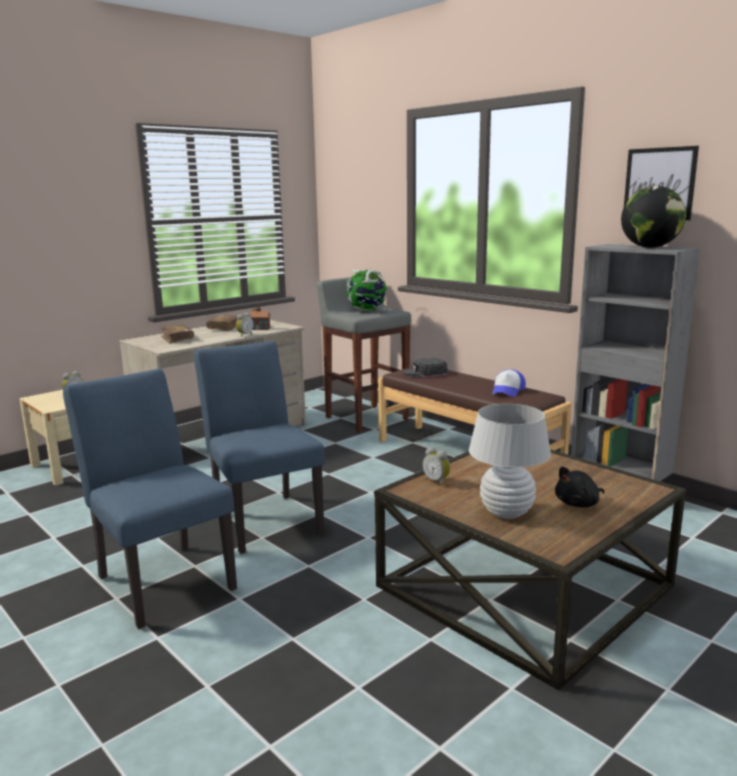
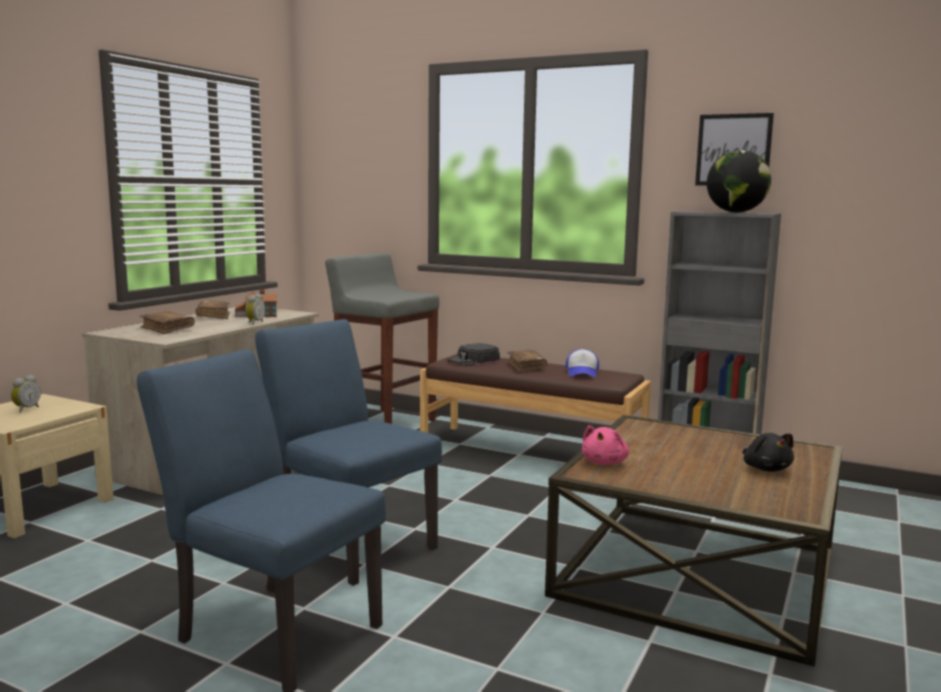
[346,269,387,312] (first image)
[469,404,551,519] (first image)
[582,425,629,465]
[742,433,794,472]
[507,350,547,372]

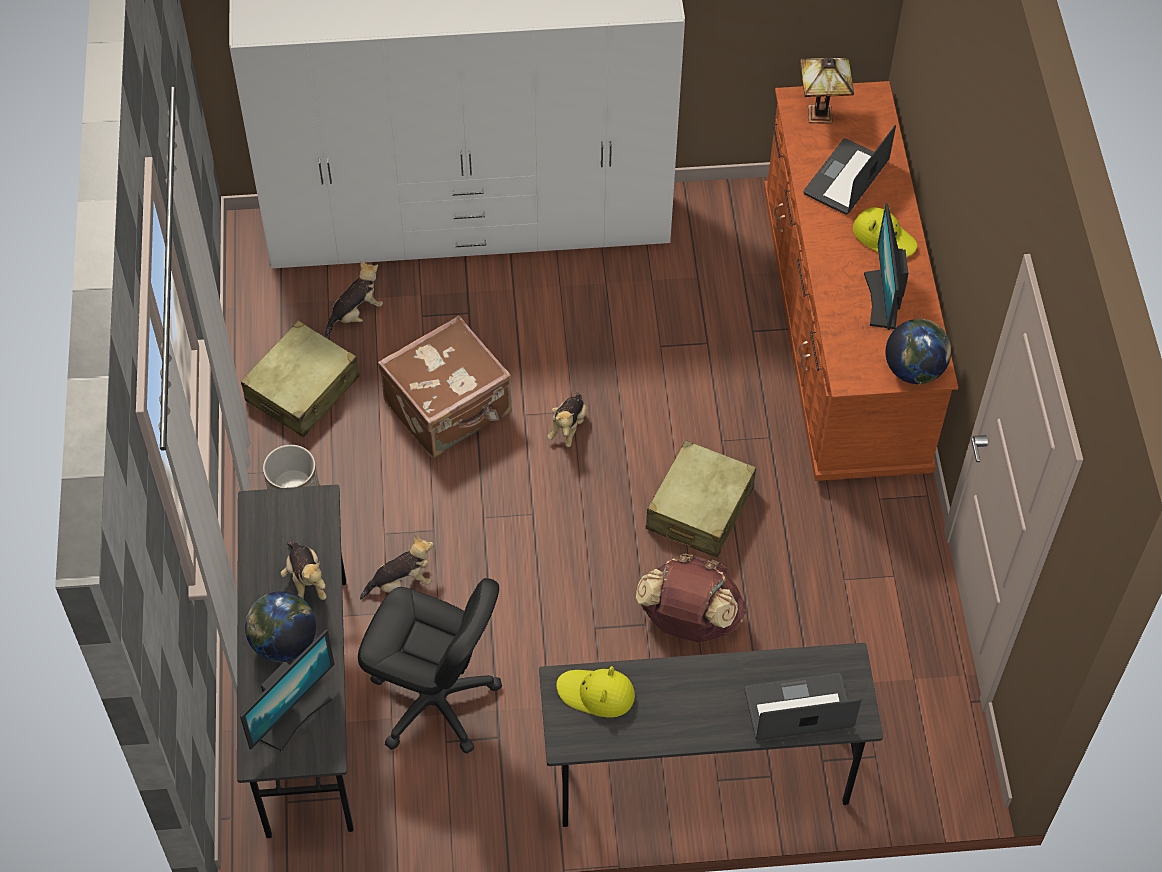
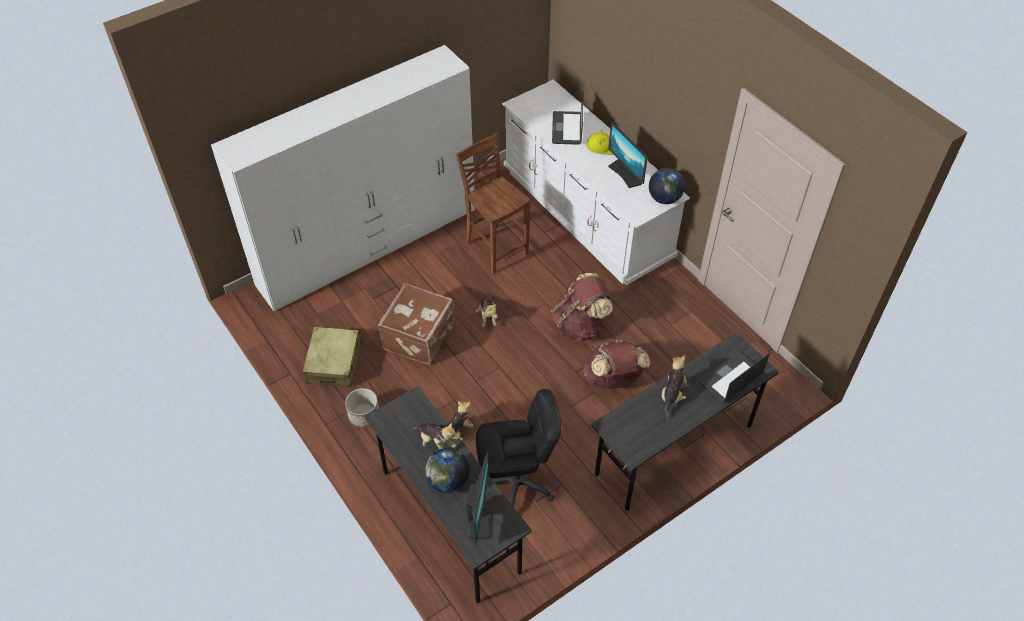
[800,58,854,124] (first image)
[502,80,690,285]
[662,355,687,419]
[551,273,613,342]
[556,666,635,718] (first image)
[456,133,530,274]

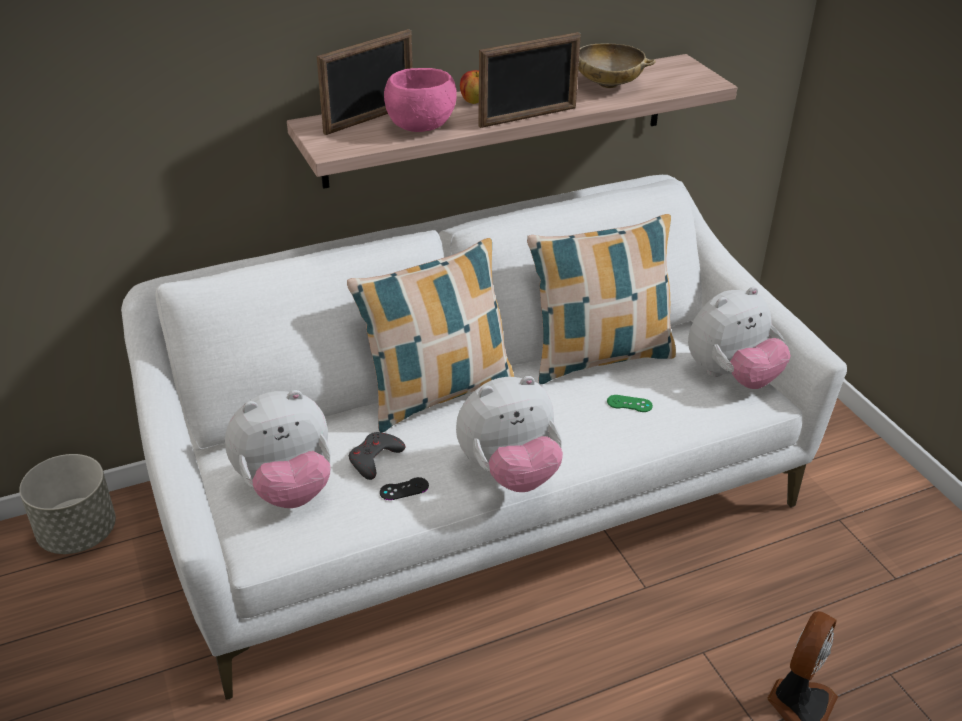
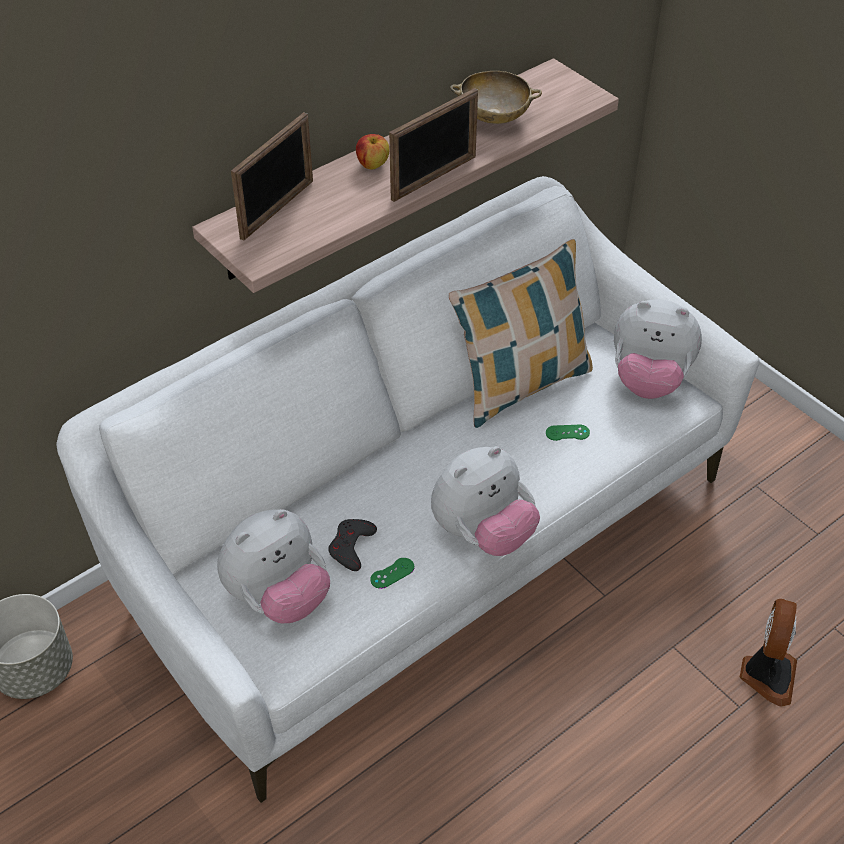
[384,68,457,132] (first image)
[347,238,514,432] (first image)
[614,299,702,399]
[370,558,414,589]

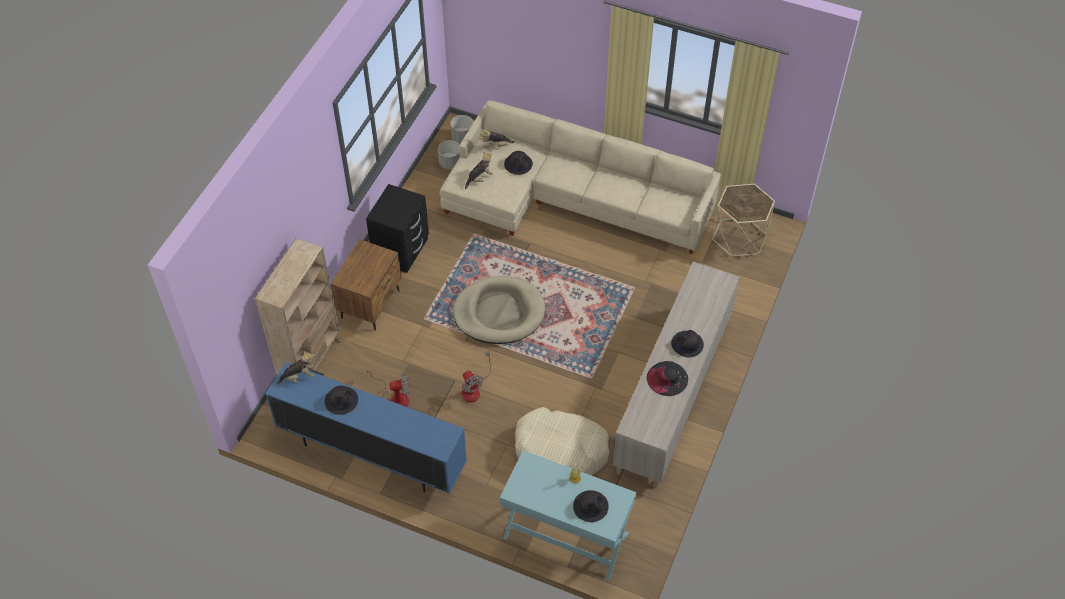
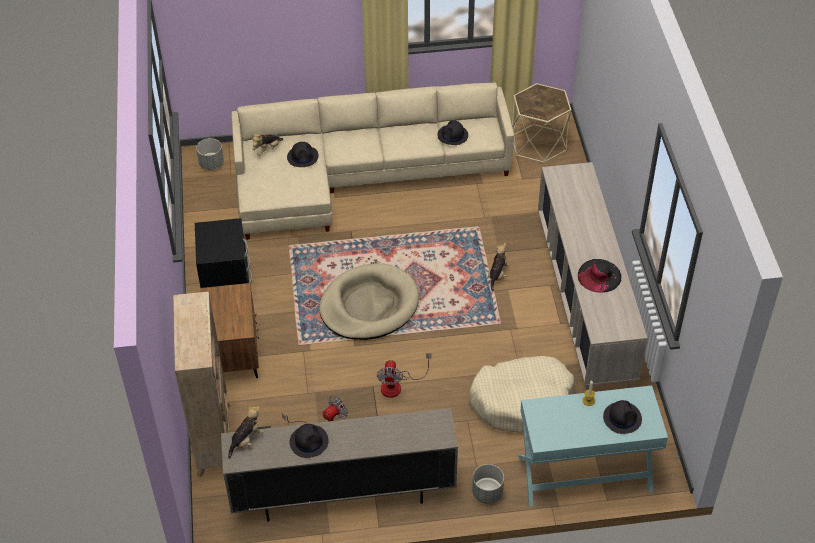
[472,464,504,504]
[488,243,509,291]
[437,120,468,145]
[377,353,431,398]
[221,408,458,522]

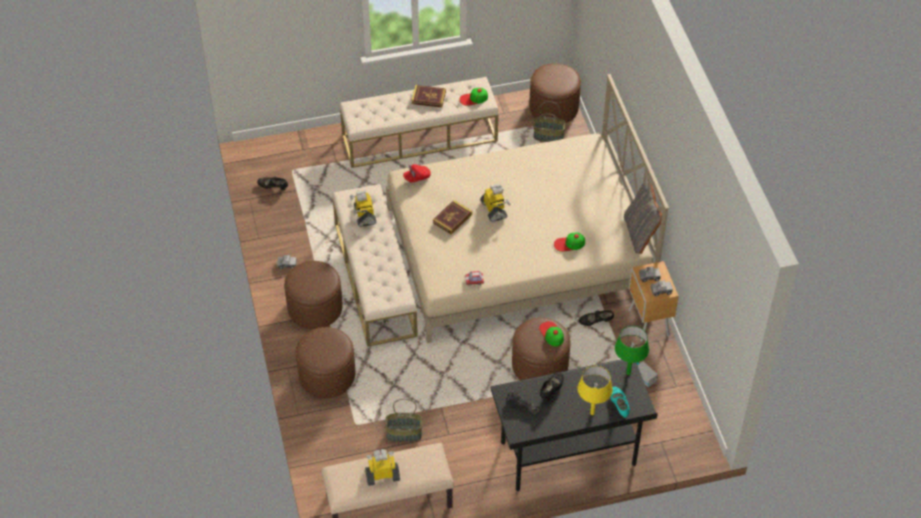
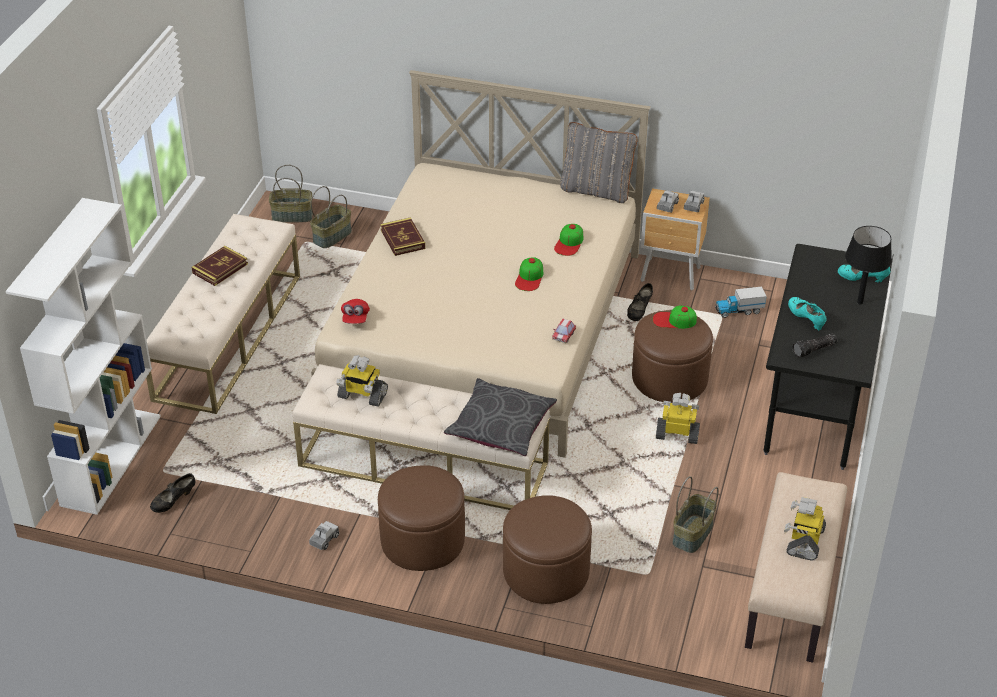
[269,165,313,223]
[515,257,543,291]
[656,393,700,444]
[380,217,425,256]
[615,326,649,375] (first image)
[845,226,892,304]
[788,297,827,330]
[6,198,161,515]
[444,378,557,456]

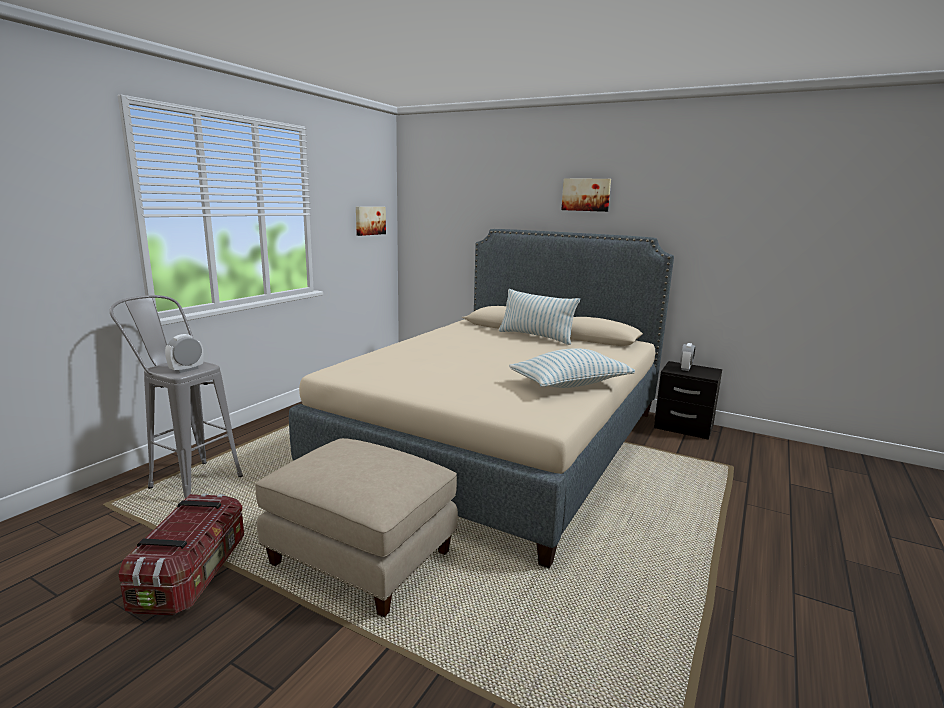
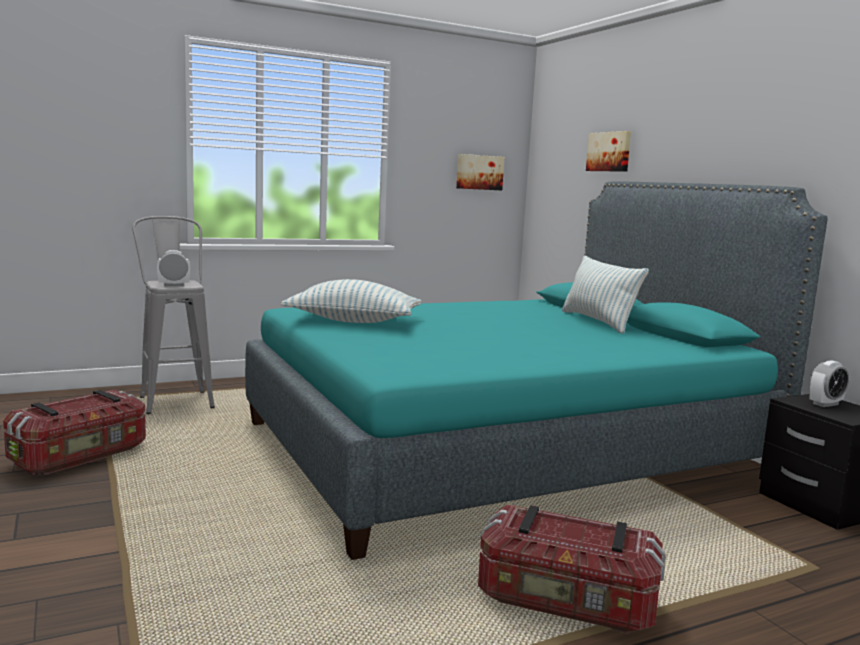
[586,131,631,172]
[245,182,828,560]
[281,279,422,323]
[255,438,458,617] (first image)
[478,504,666,634]

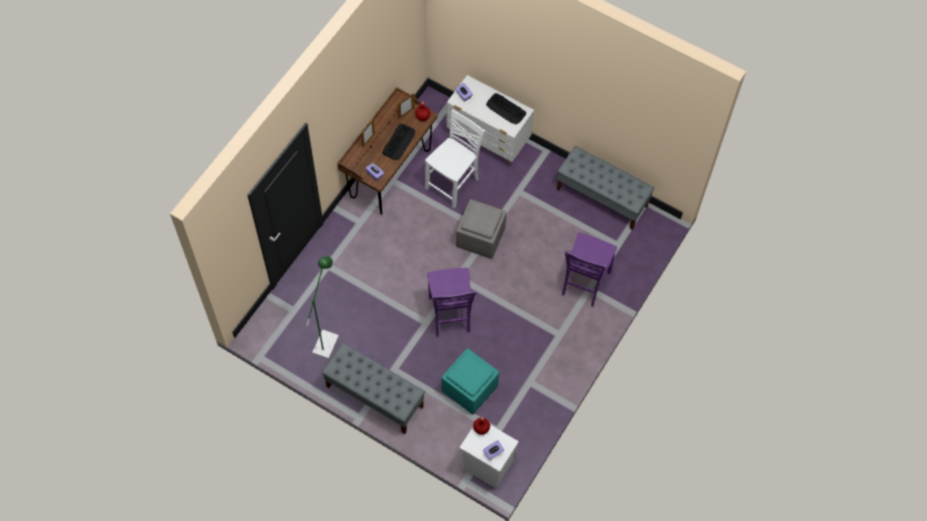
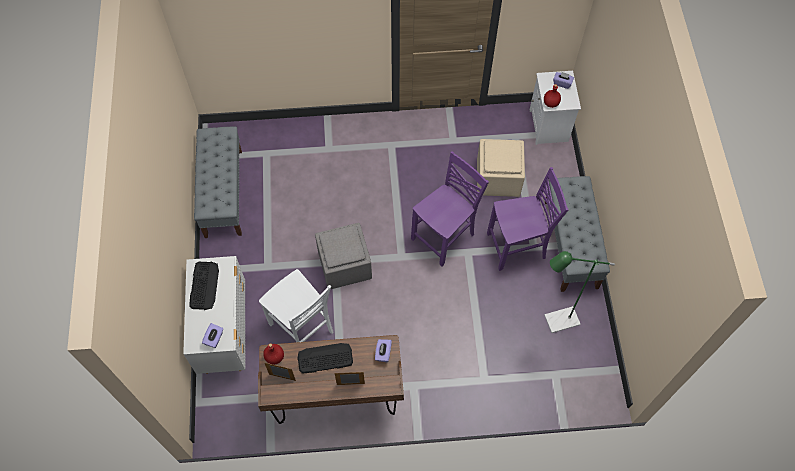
[259,269,333,342]
[487,167,568,271]
[477,139,525,197]

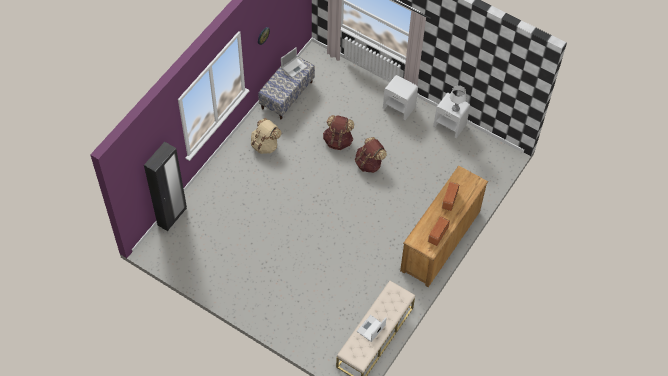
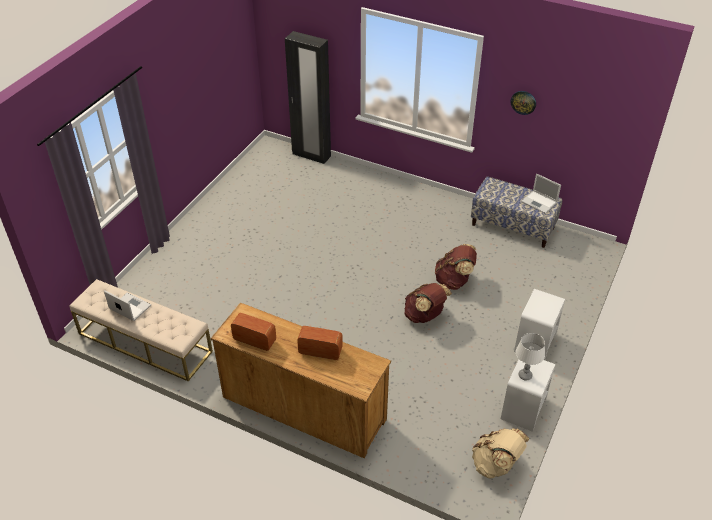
[472,428,530,479]

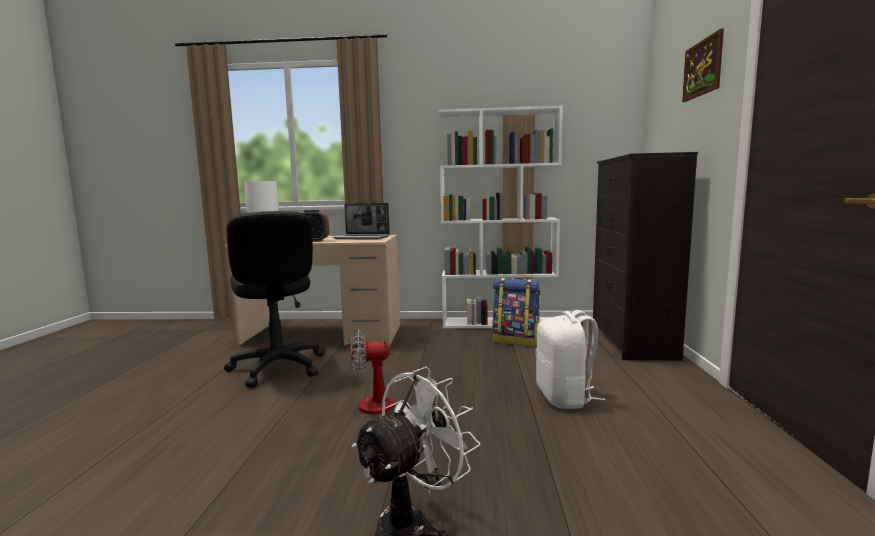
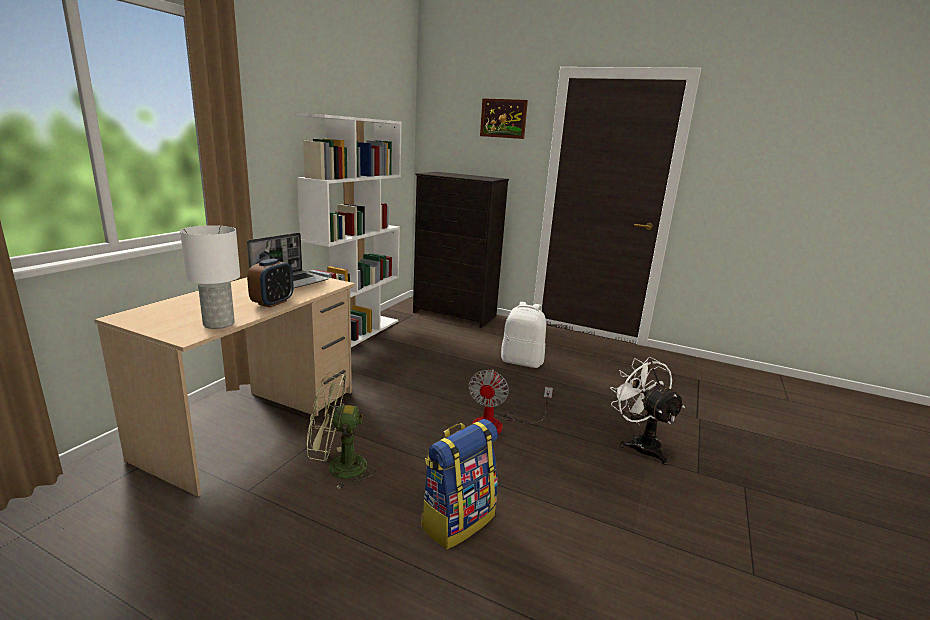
[307,372,377,489]
[421,419,498,549]

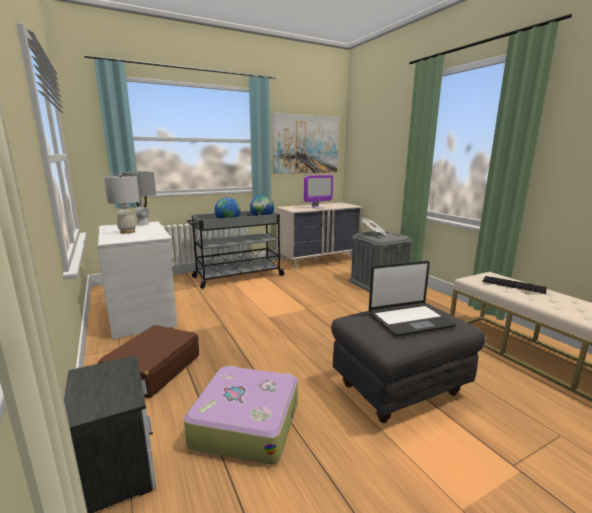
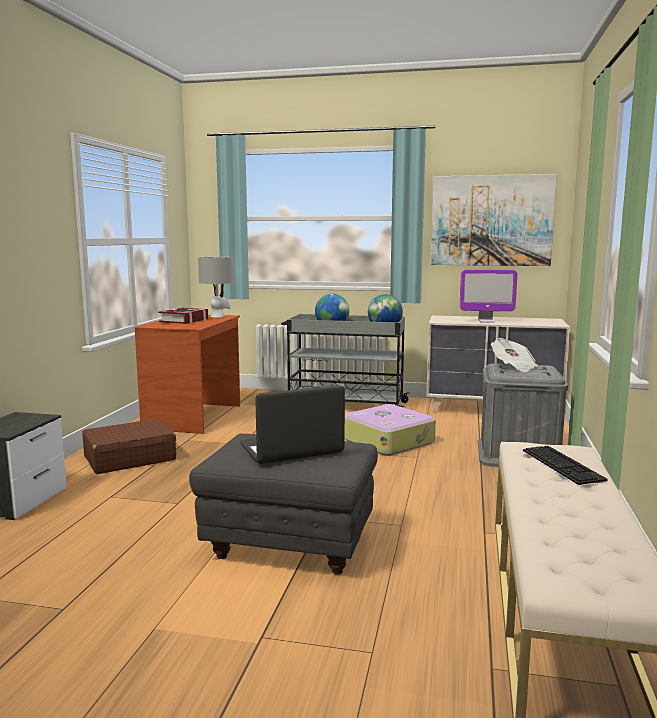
[158,308,208,324]
[135,315,240,434]
[240,385,345,464]
[345,404,436,456]

